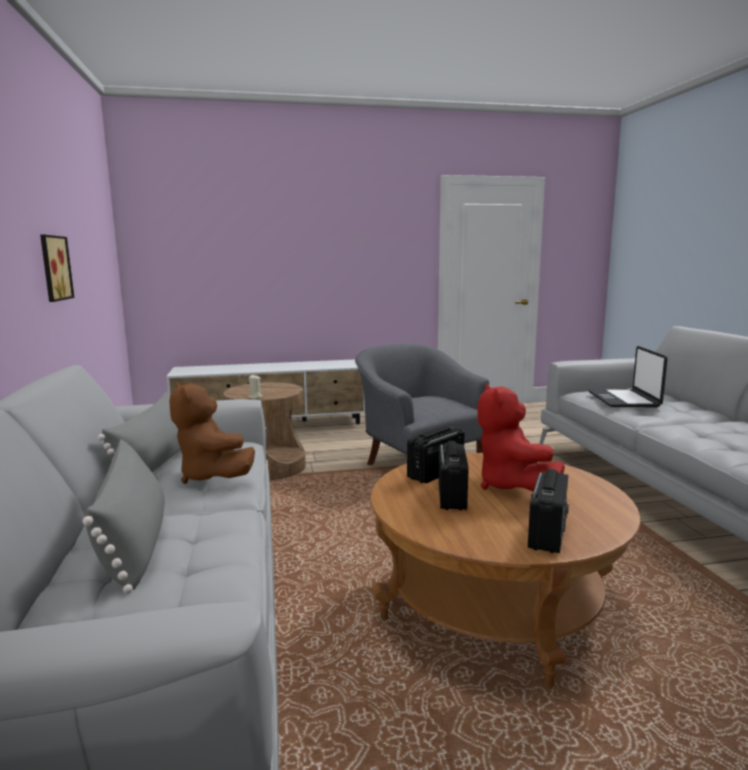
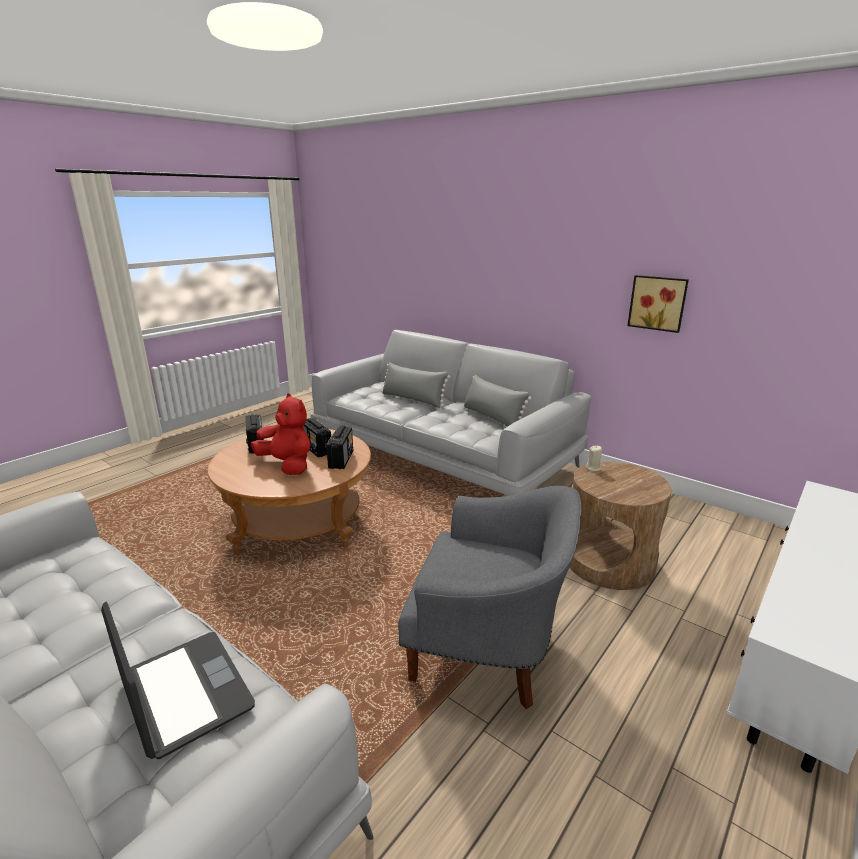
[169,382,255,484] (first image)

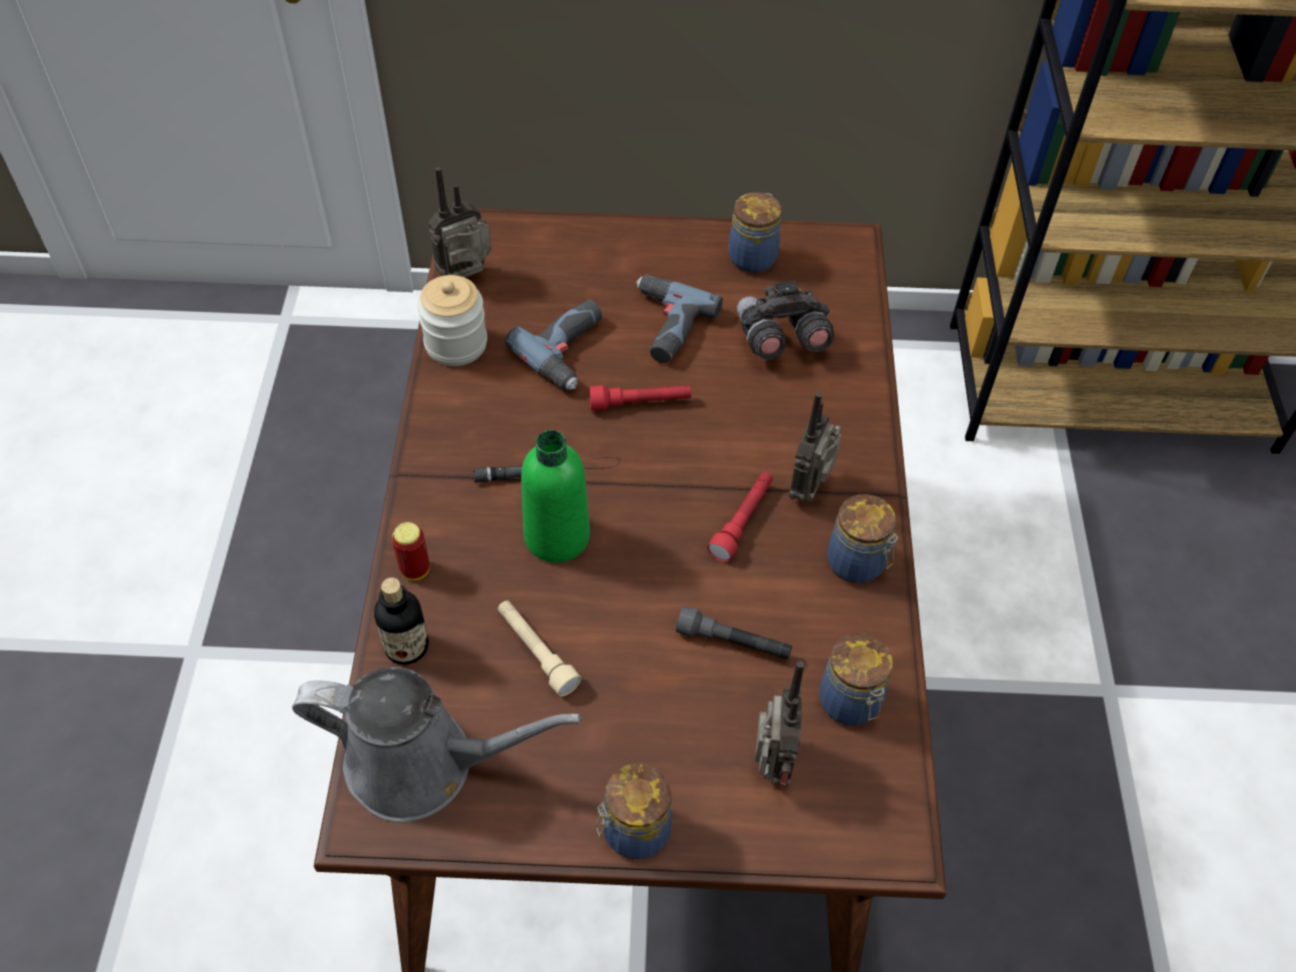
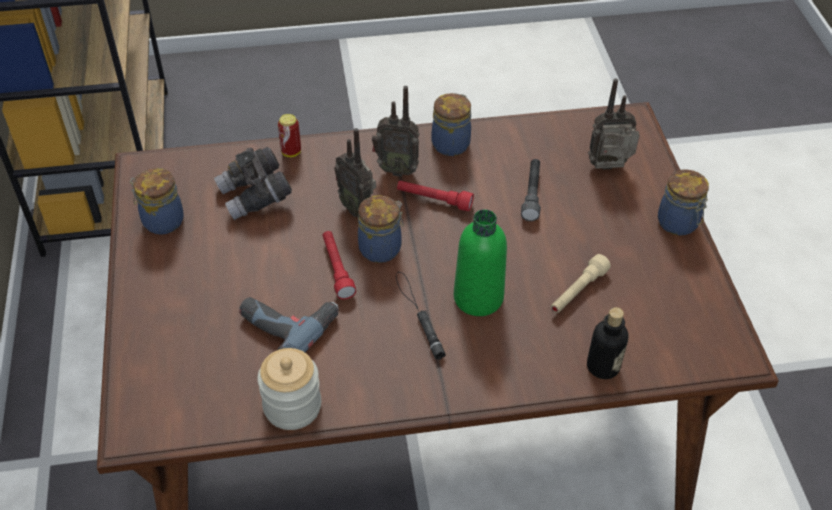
[334,128,376,218]
[636,275,723,363] (first image)
[278,114,301,157]
[358,195,404,263]
[292,667,581,822] (first image)

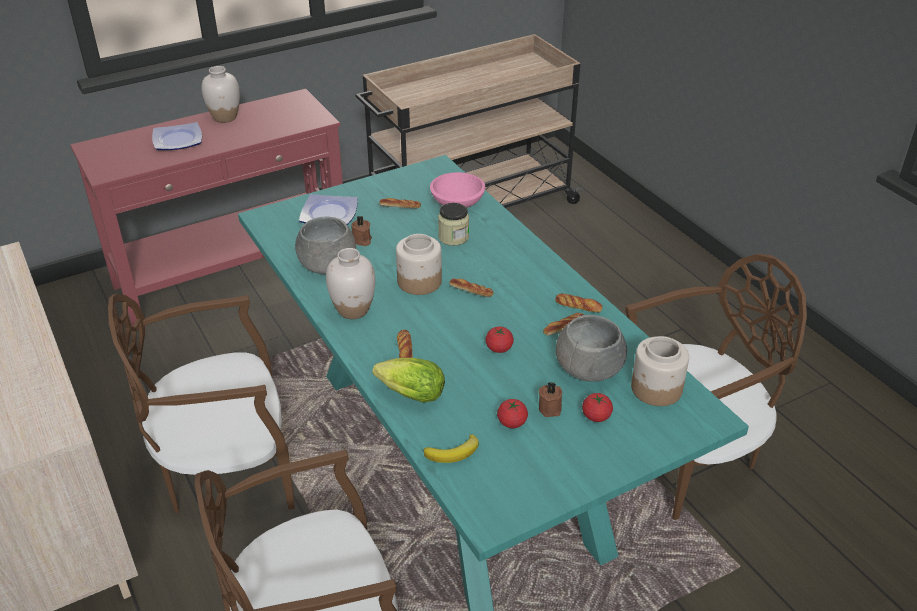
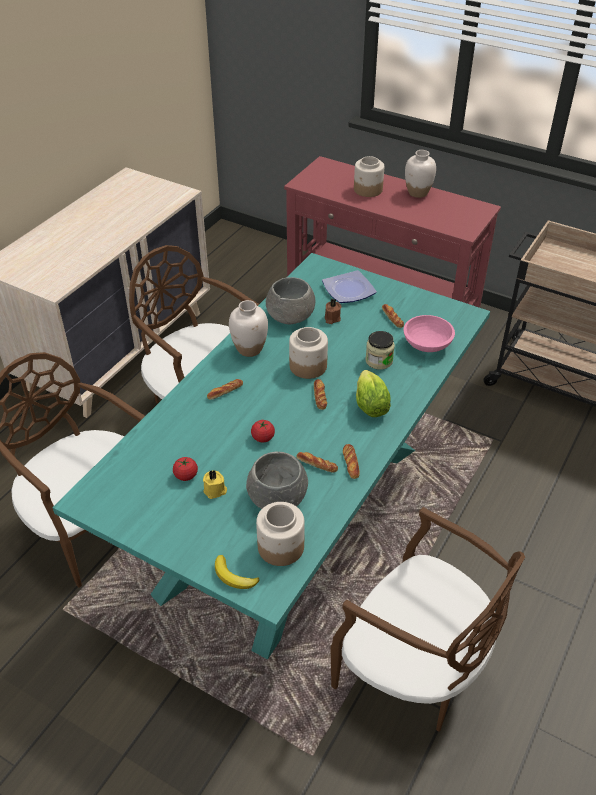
[354,156,384,197]
[356,370,391,417]
[203,470,227,499]
[582,393,613,422] (first image)
[215,555,259,589]

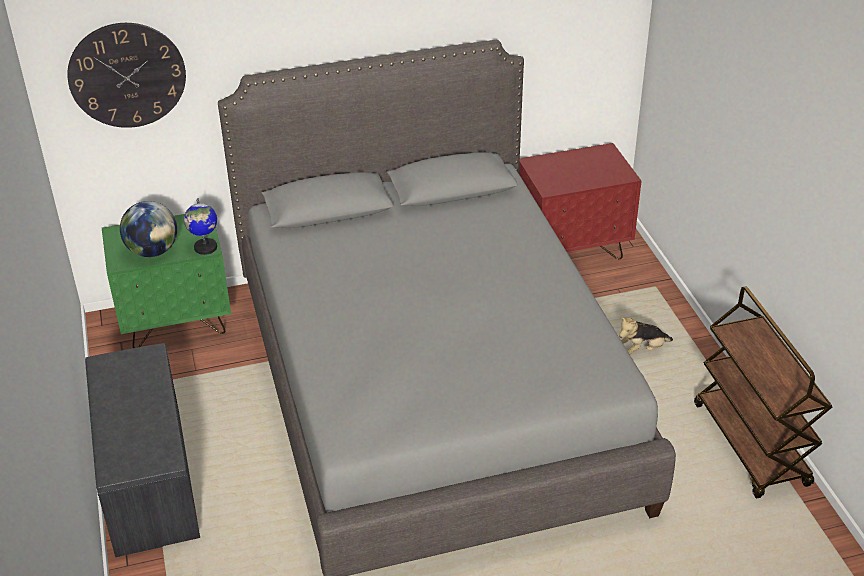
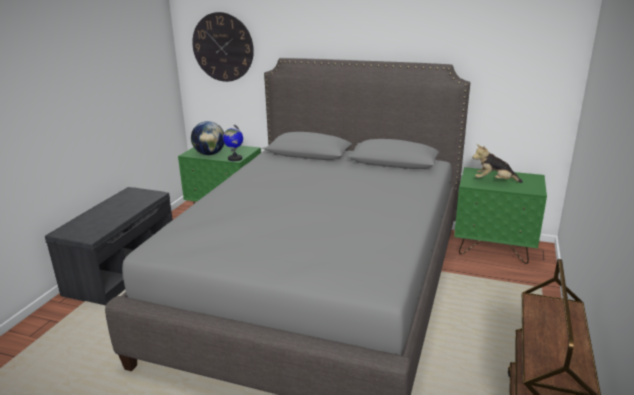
[454,167,547,264]
[472,144,523,183]

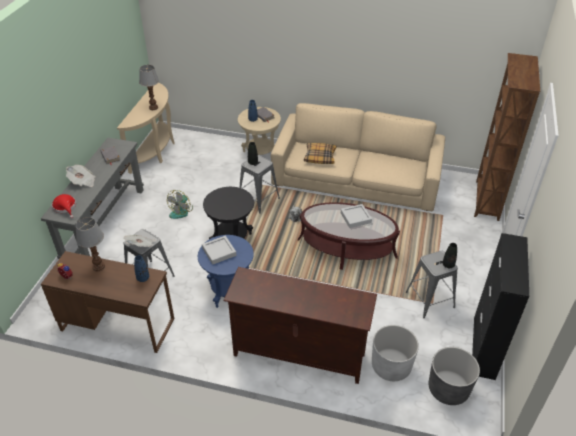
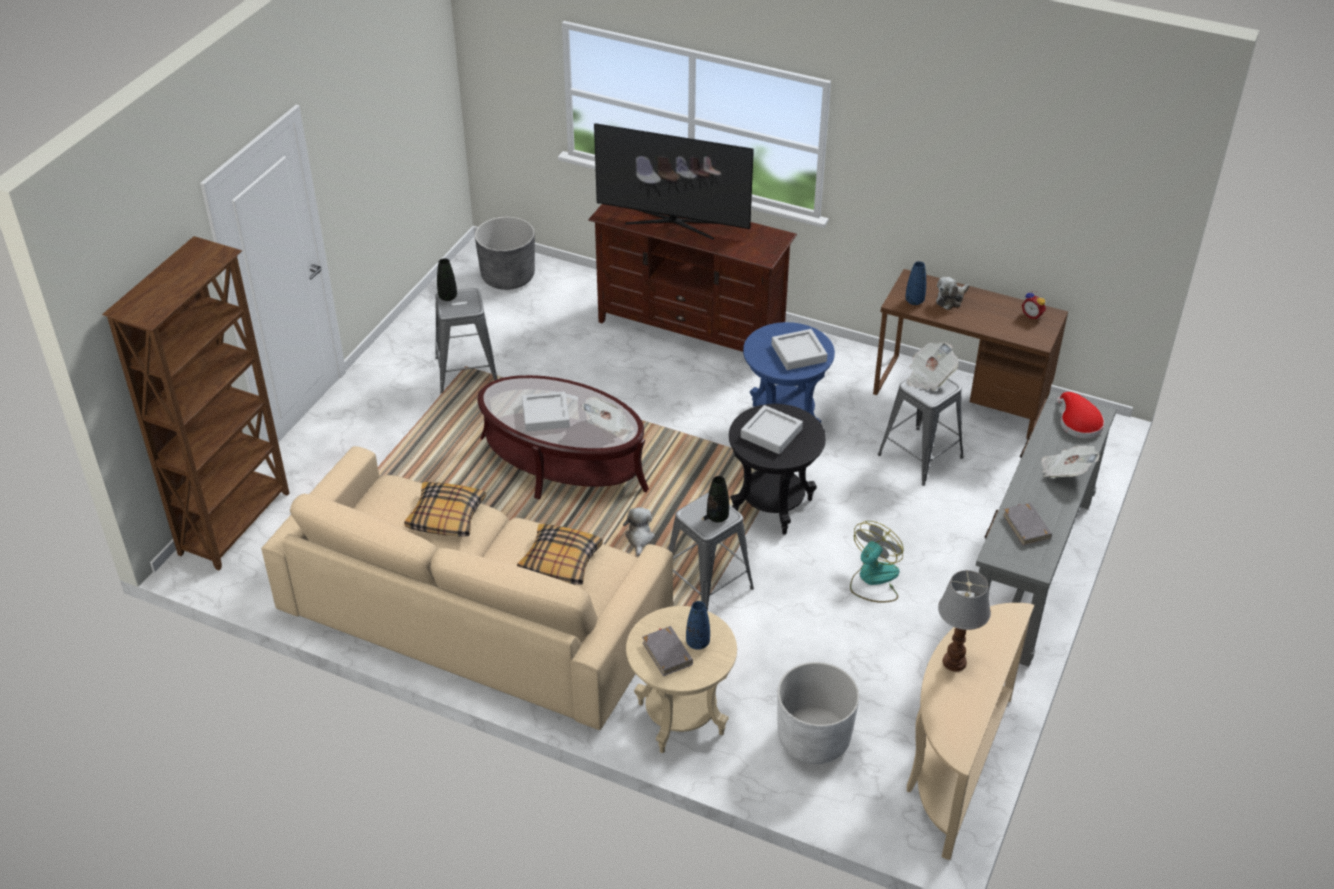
[76,217,105,271] (first image)
[472,233,529,380] (first image)
[777,662,859,764]
[594,123,754,240]
[936,277,970,310]
[581,397,634,432]
[741,405,803,454]
[404,482,486,537]

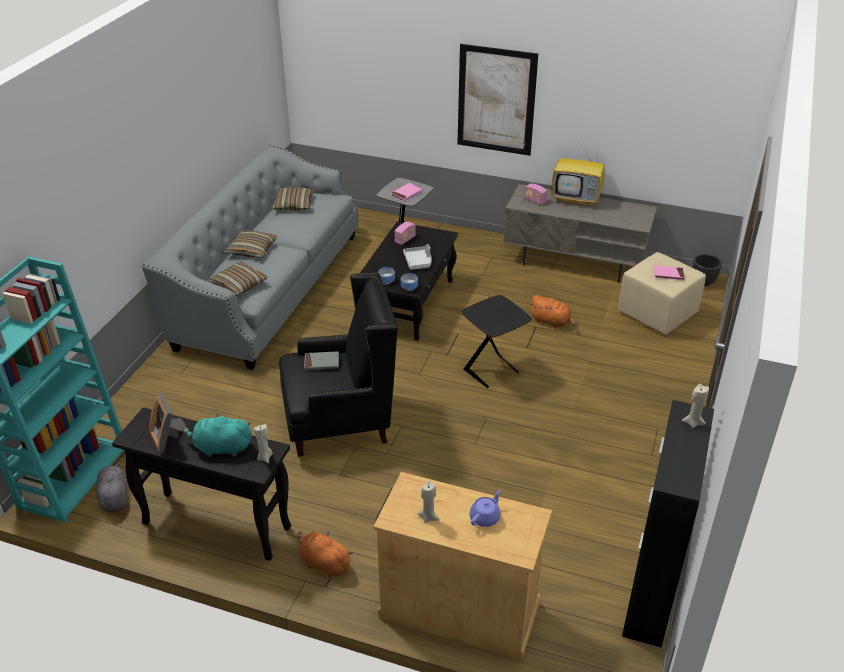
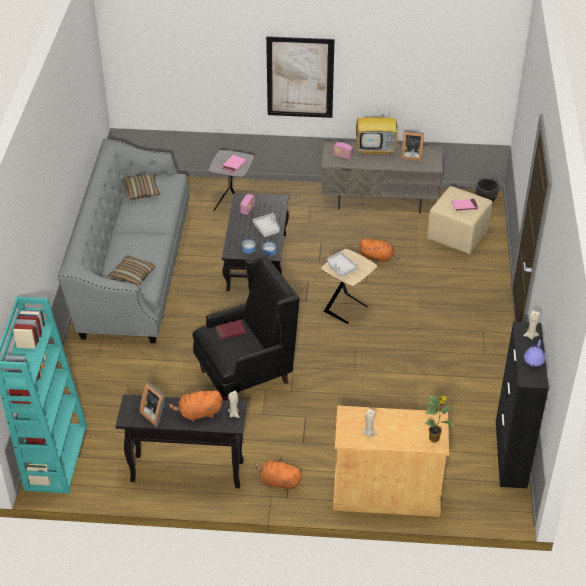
[224,230,277,258] (first image)
[321,249,377,324]
[215,320,246,340]
[169,389,222,422]
[96,462,127,512] (first image)
[524,340,546,367]
[401,131,424,161]
[327,251,358,277]
[424,396,454,443]

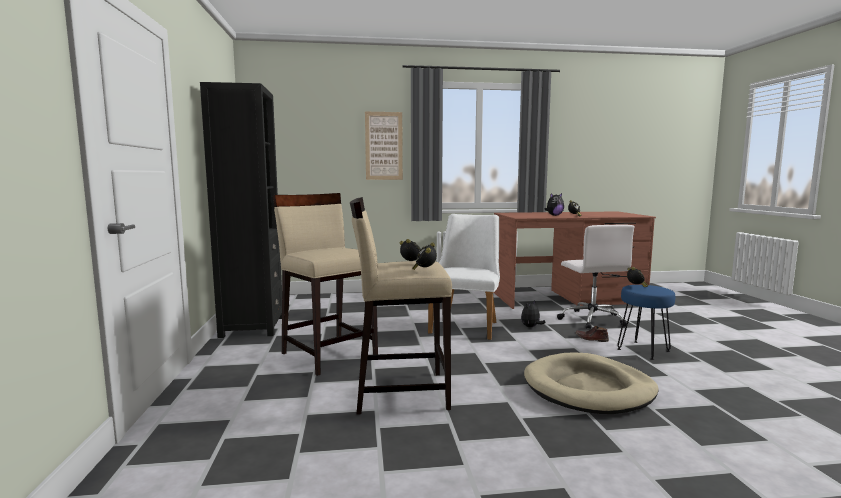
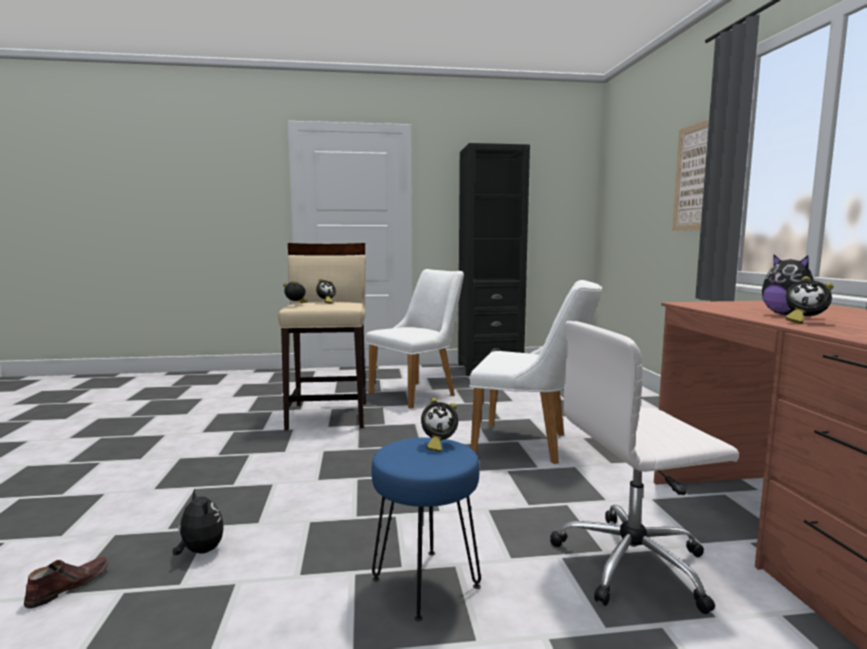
[366,269,464,409]
[172,488,224,555]
[24,556,110,608]
[524,352,659,414] (first image)

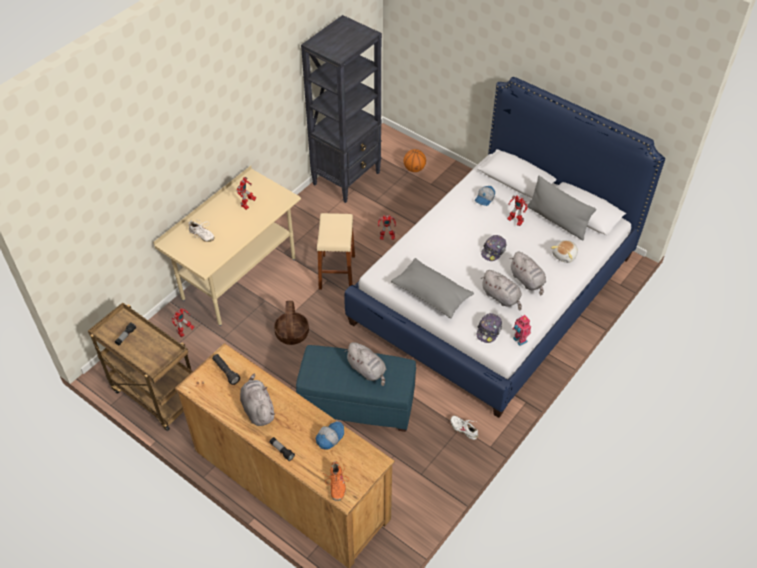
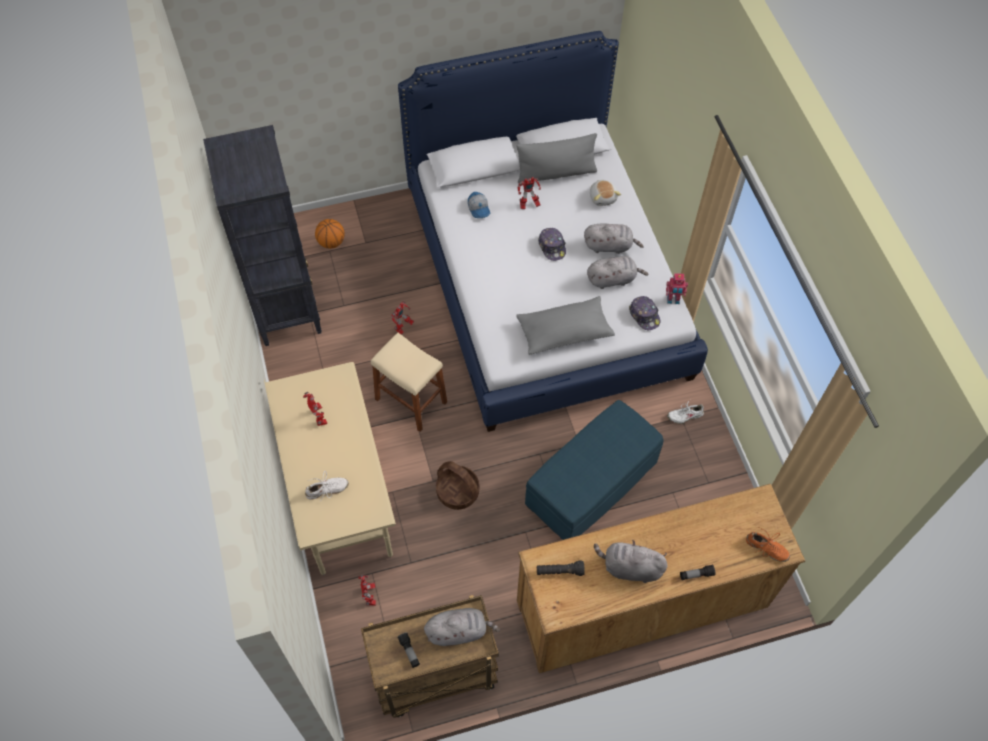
[424,608,500,646]
[316,421,344,450] (first image)

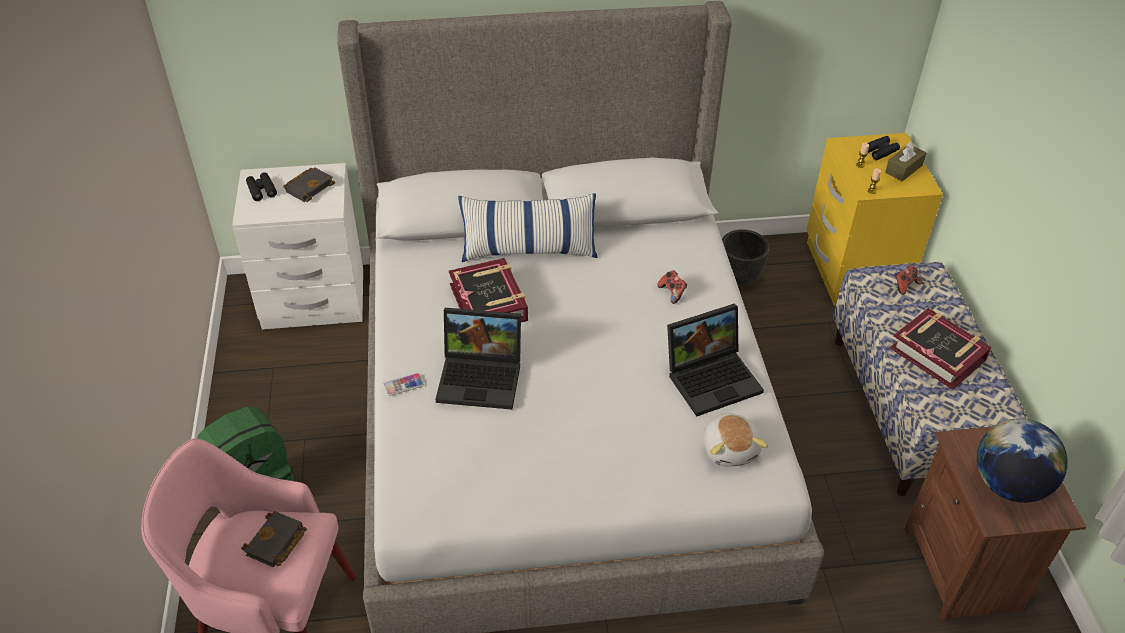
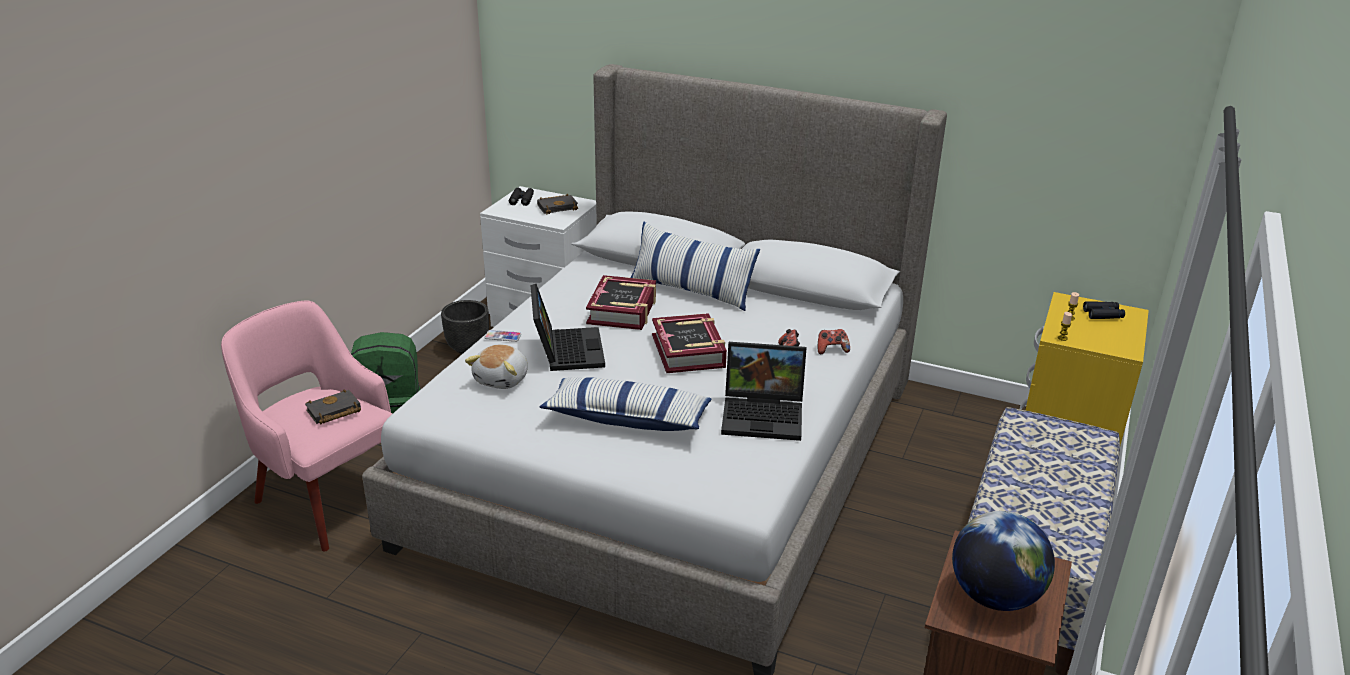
[885,141,926,181] (first image)
[441,300,489,354]
[818,329,850,354]
[530,284,605,371]
[652,313,727,373]
[465,345,528,389]
[540,377,711,431]

